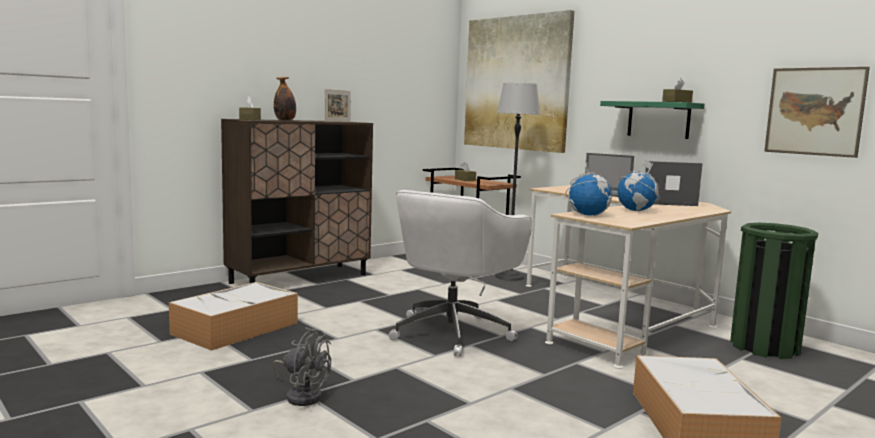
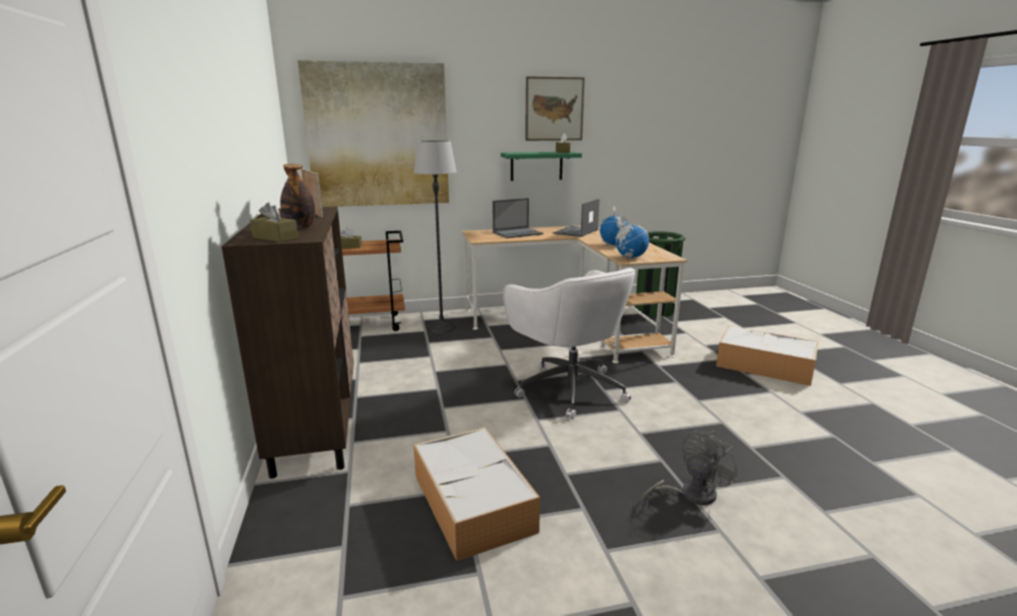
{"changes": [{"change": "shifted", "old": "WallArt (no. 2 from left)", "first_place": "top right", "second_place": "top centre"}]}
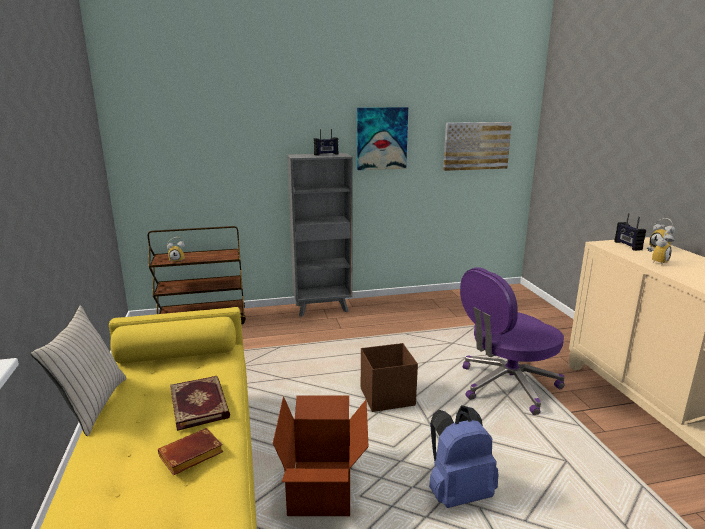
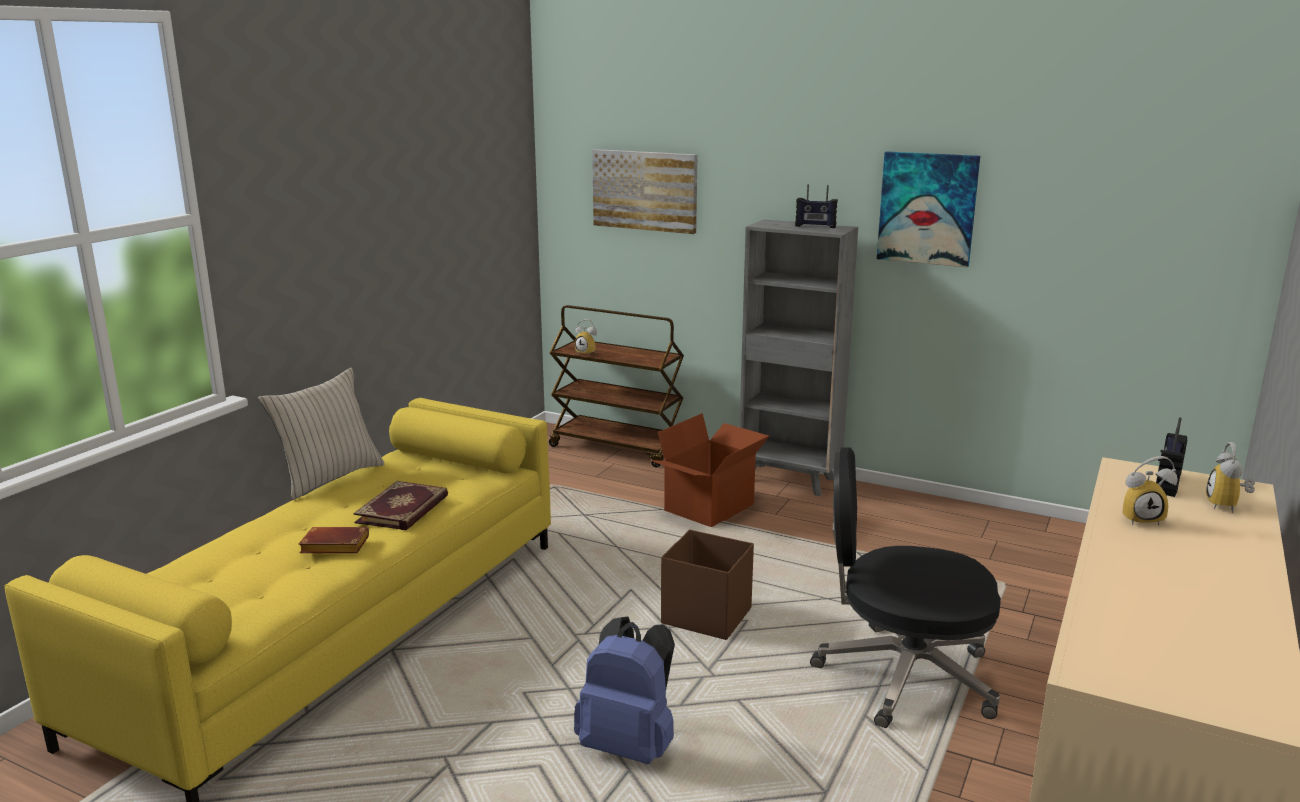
{"changes": [{"change": "shifted", "old": "WallArt (no. 2 from left in the first image)", "new": "WallArt (no. 1 from left)", "first_place": "top right", "second_place": "top centre"}, {"change": "shifted", "old": "CardboardBox", "first_place": "bottom centre", "second_place": "centre"}, {"change": "repainted", "old": "PurplishDeskChair", "new": "BlackColouredDeskChair", "first_place": "middle right", "second_place": "bottom right"}]}
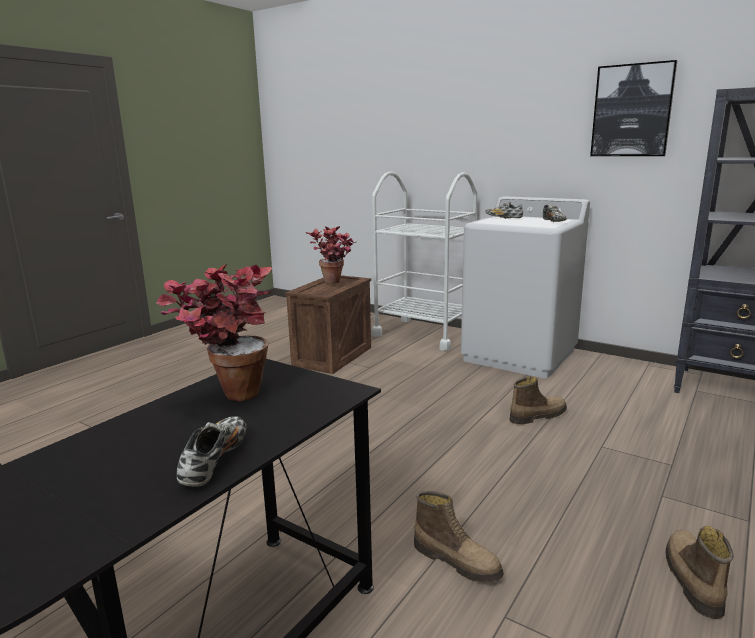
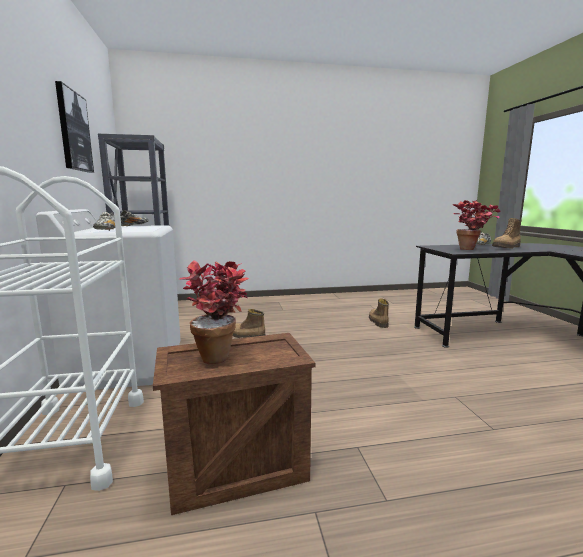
{"changes": [{"change": "shifted", "old": "Boot (no. 3 from left)", "first_place": "bottom right", "second_place": "middle right"}]}
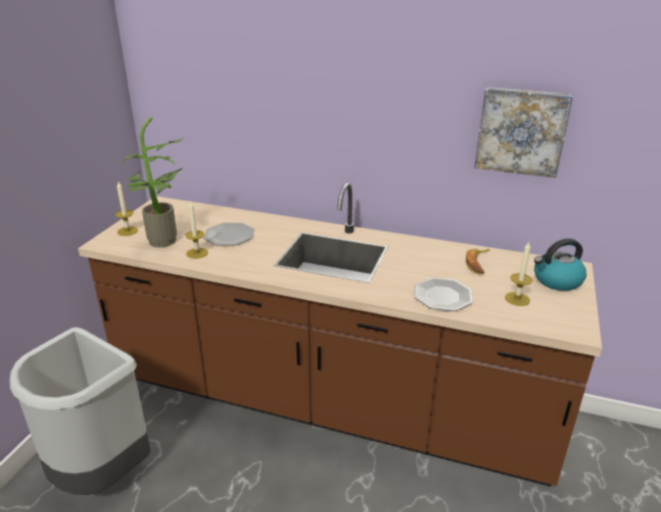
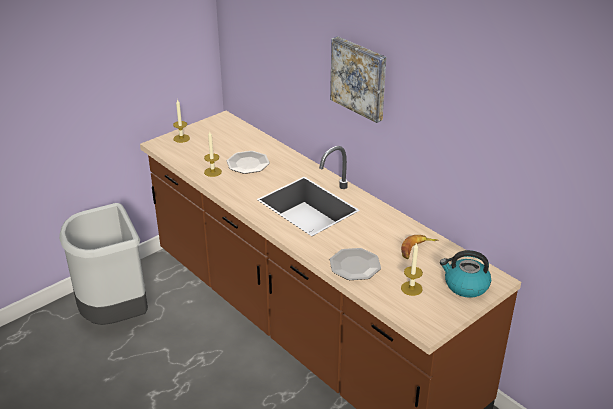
{"changes": [{"change": "shifted", "old": "WallArt", "first_place": "top right", "second_place": "top centre"}, {"change": "gone", "old": "PlantInAPot", "first_place": "middle left"}]}
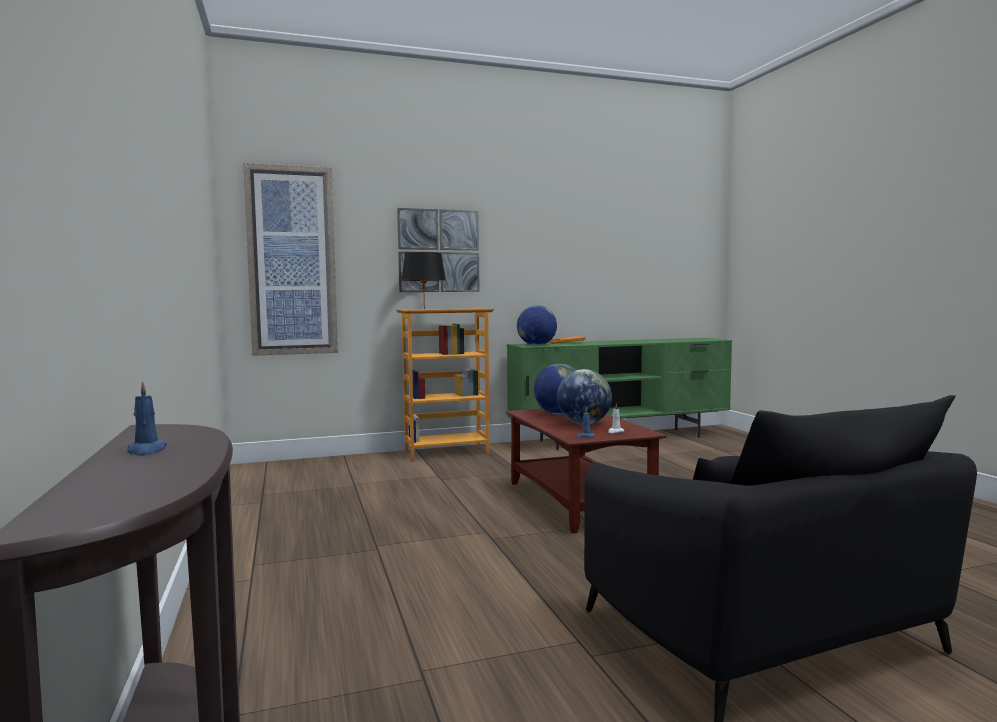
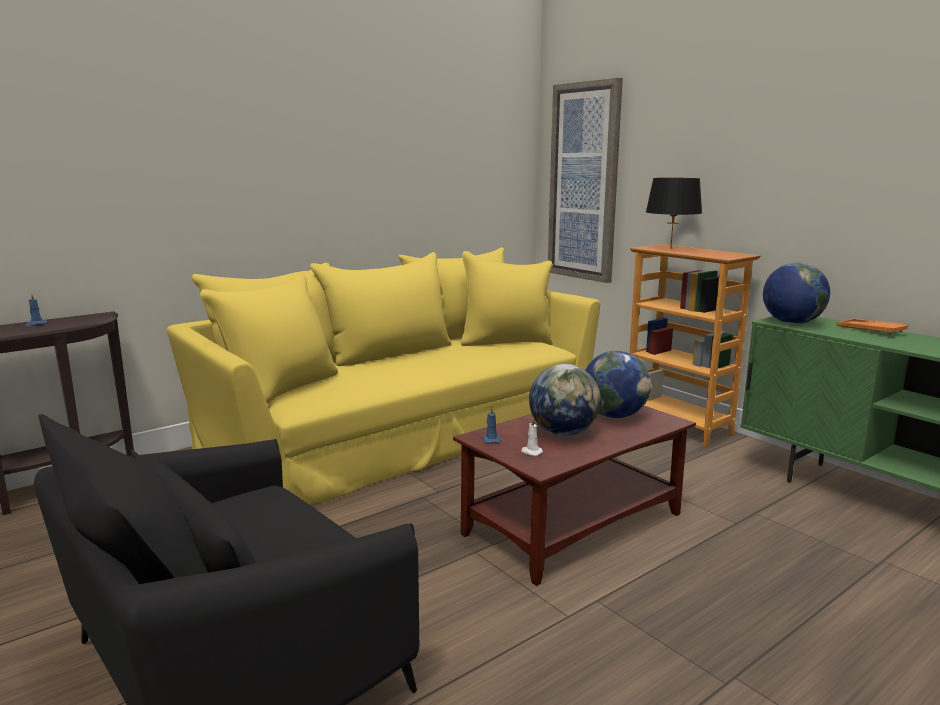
{"changes": [{"change": "new", "new": "YellowishSofa", "second_place": "centre"}, {"change": "gone", "old": "WallArt (no. 2 from left)", "first_place": "centre"}]}
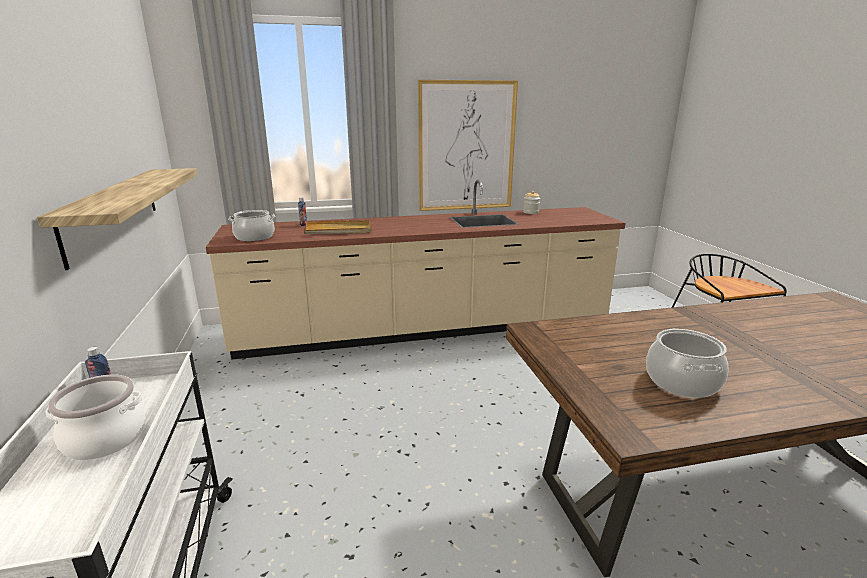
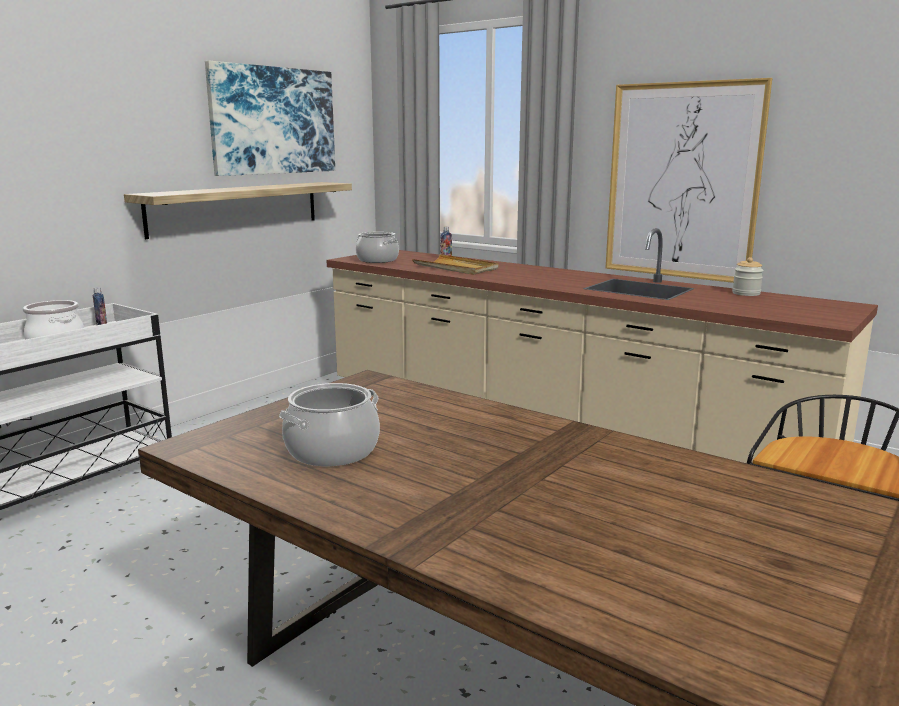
{"changes": [{"change": "new", "new": "WallArt (no. 1 from left)", "second_place": "top left"}]}
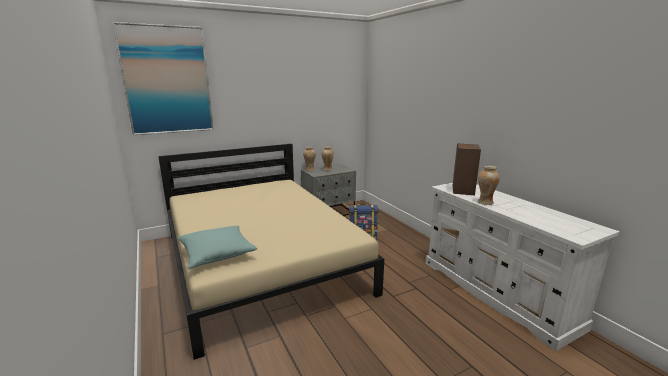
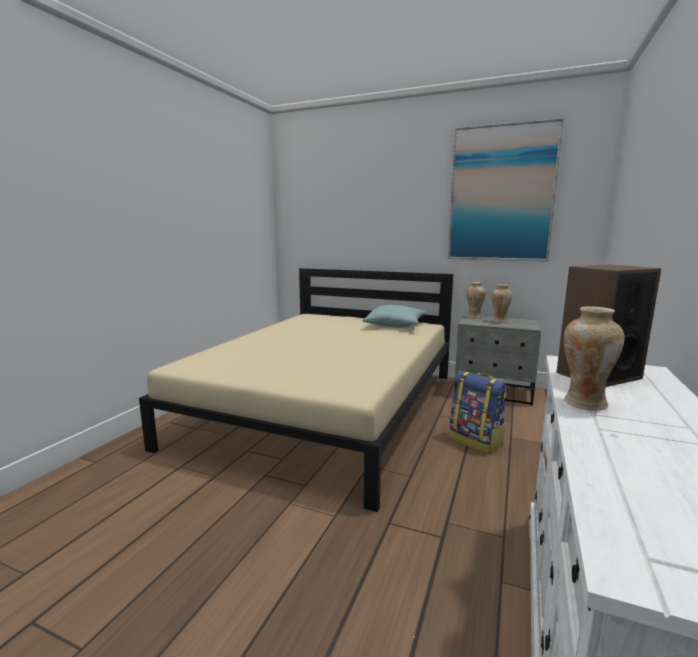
{"changes": [{"change": "shifted", "old": "TurquoiseThrowPillow", "first_place": "middle left", "second_place": "centre"}, {"change": "shifted", "old": "WallArt", "first_place": "top left", "second_place": "top right"}]}
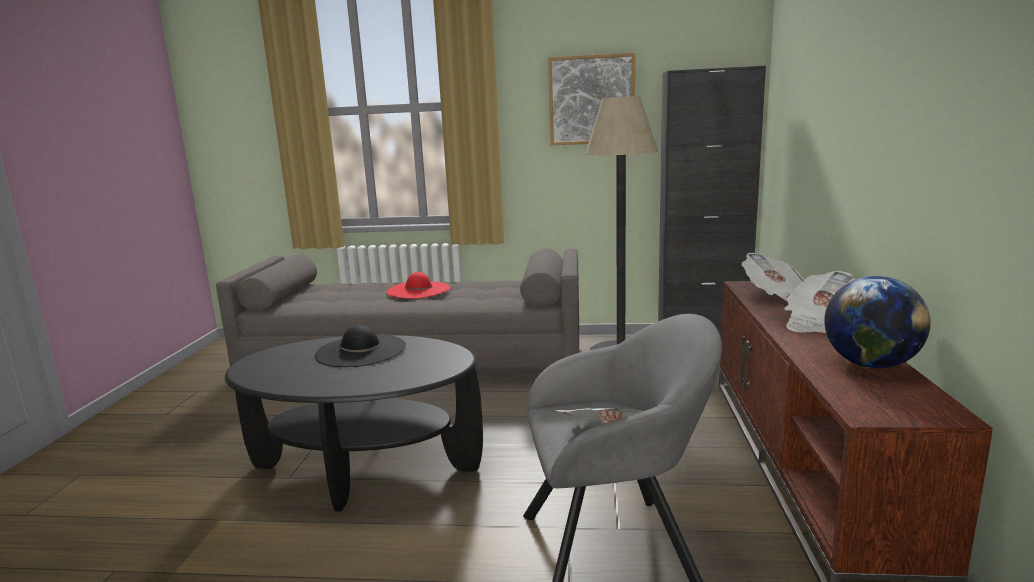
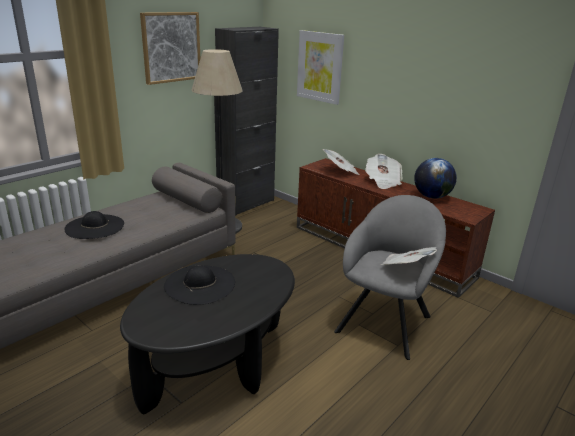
{"changes": [{"change": "repainted", "old": "RedWearableHat", "new": "BlackColouredWearableHat (no. 1 from left)", "first_place": "centre", "second_place": "middle left"}, {"change": "new", "new": "WallArt (no. 2 from left)", "second_place": "top centre"}]}
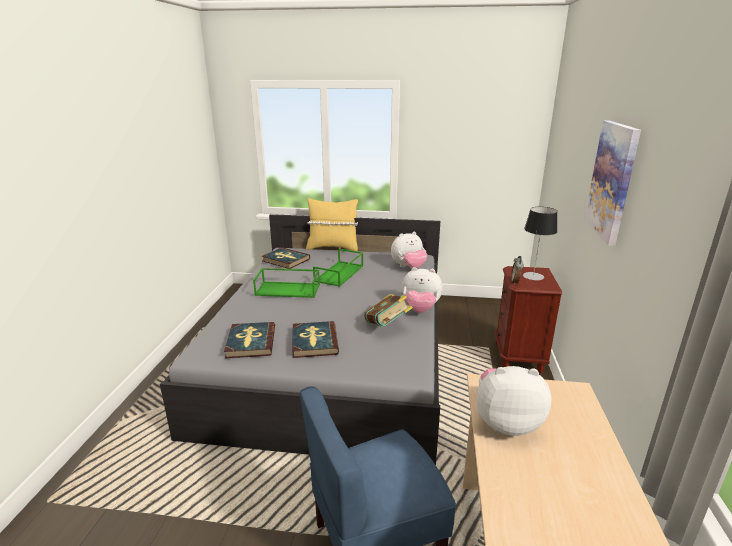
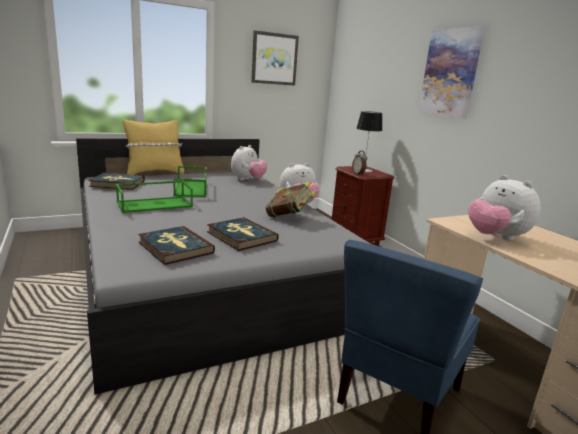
{"changes": [{"change": "new", "new": "WallArt (no. 1 from left)", "second_place": "top centre"}, {"change": "rotated", "old": "CuddlyToy (no. 3 from left)", "first_place": "bottom right", "second_place": "middle right", "degrees": -90}]}
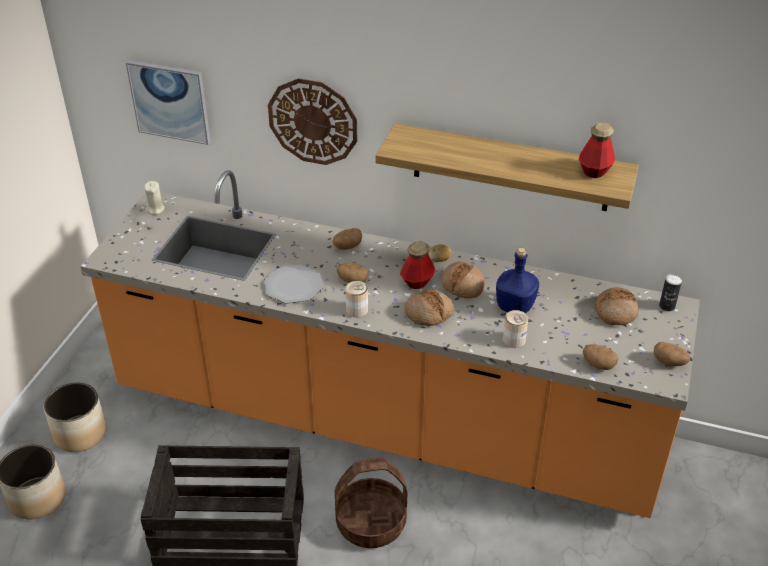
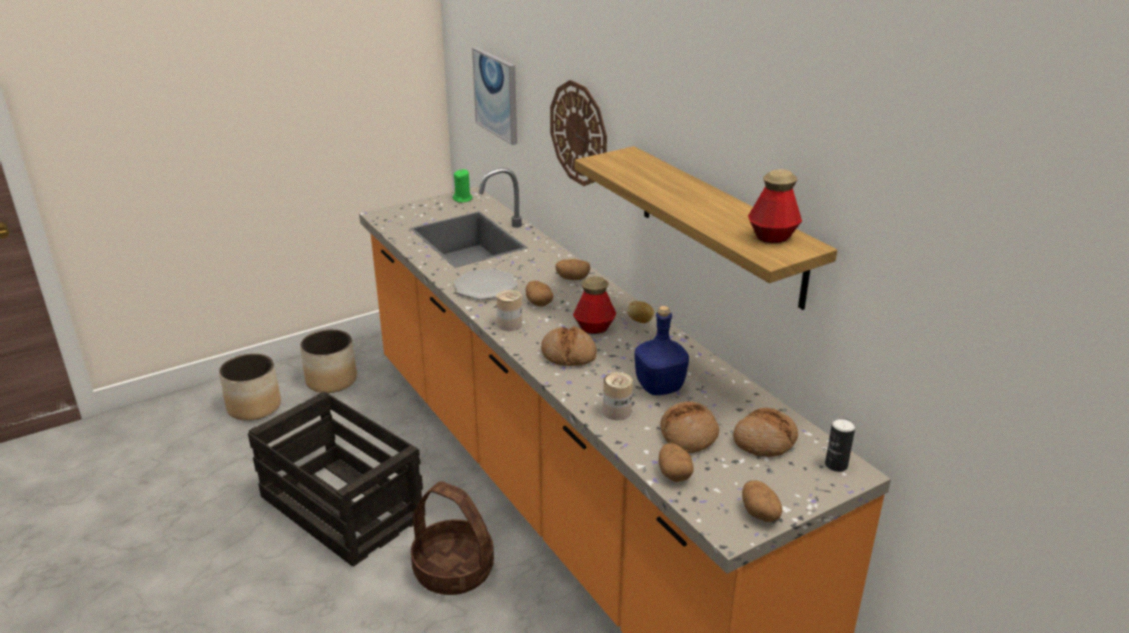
{"changes": [{"change": "repainted", "old": "BeigeWaxLight", "new": "GreenWaxLight", "first_place": "middle left", "second_place": "top centre"}, {"change": "shifted", "old": "BakeryBread (no. 2 from left)", "first_place": "centre", "second_place": "bottom centre"}]}
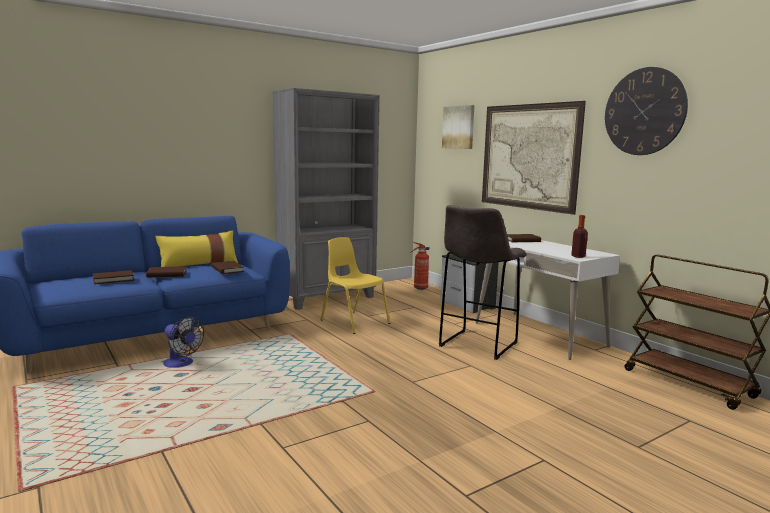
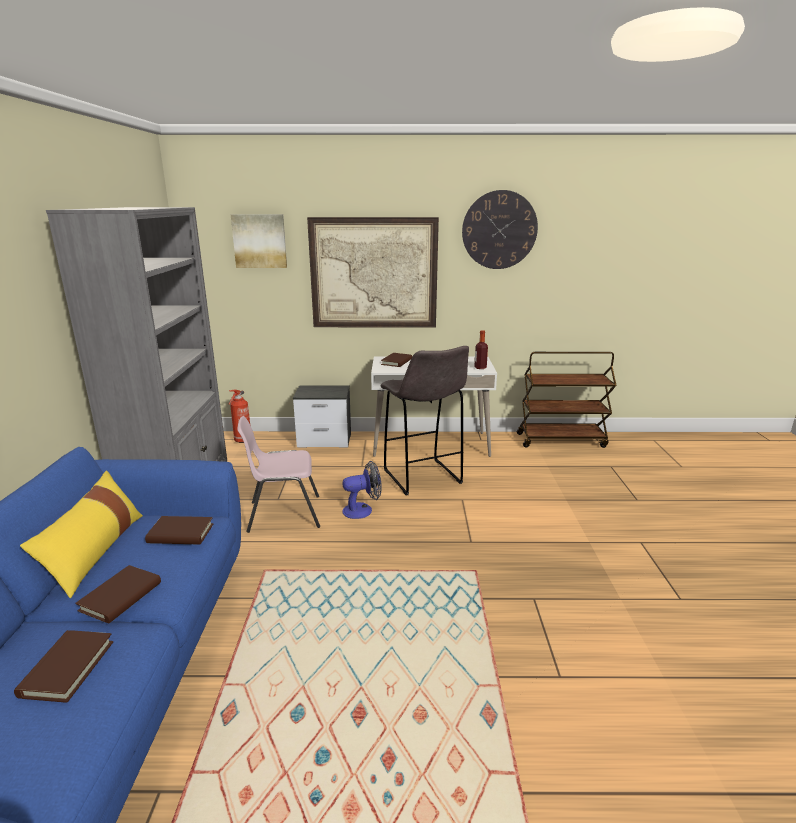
{"changes": [{"change": "repainted", "old": "YellowishUprightChair", "new": "PinkColouredUprightChair", "first_place": "centre", "second_place": "centre"}, {"change": "shifted", "old": "ElectricFan", "first_place": "bottom left", "second_place": "centre"}]}
